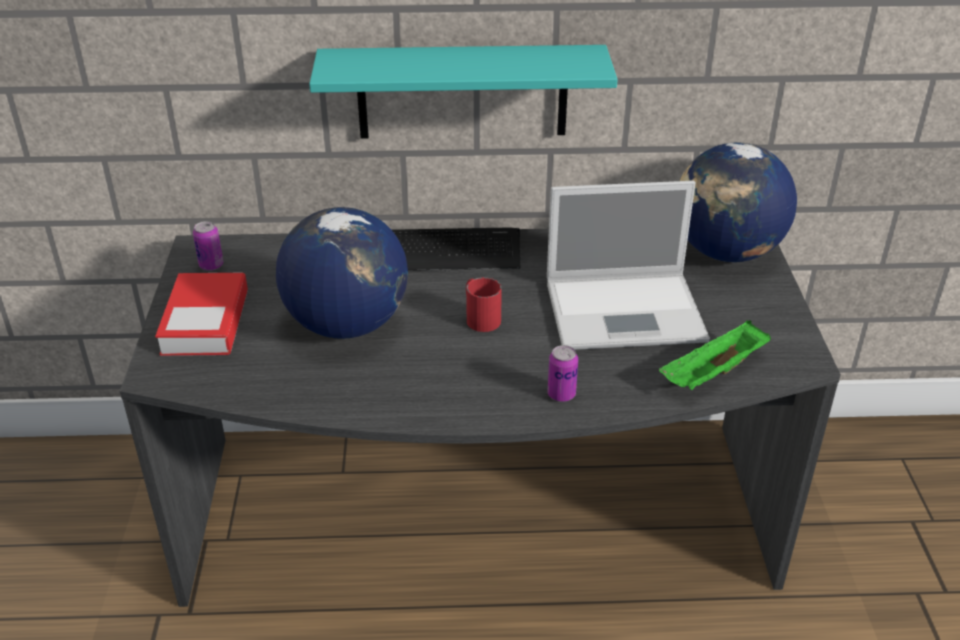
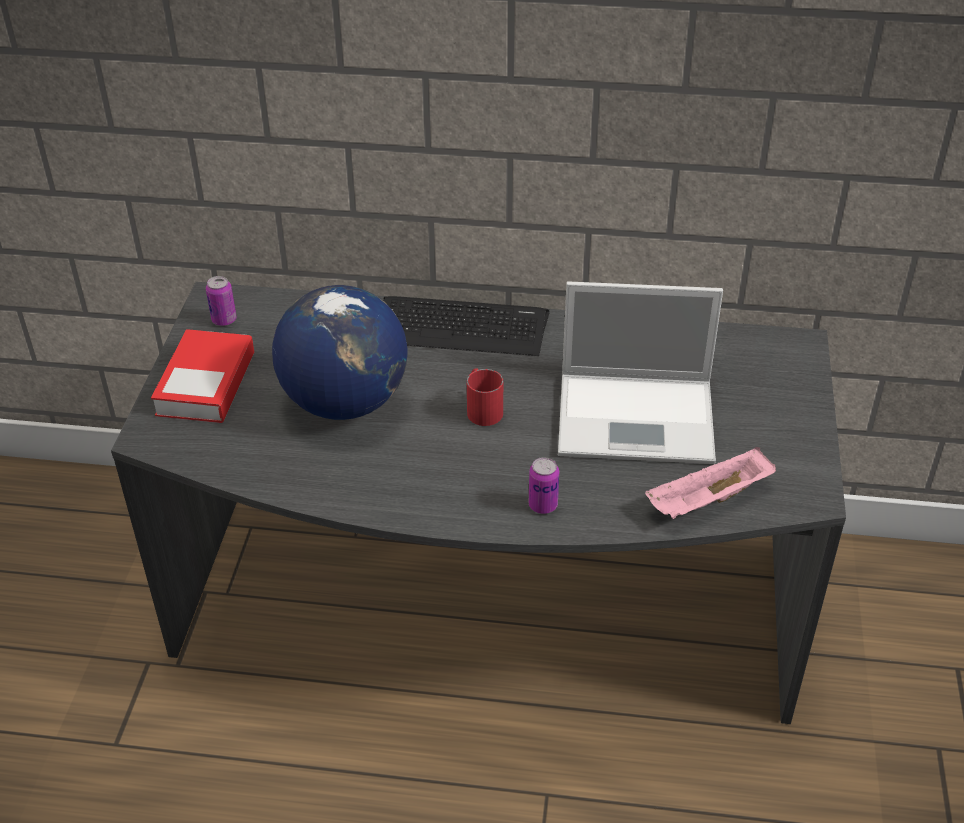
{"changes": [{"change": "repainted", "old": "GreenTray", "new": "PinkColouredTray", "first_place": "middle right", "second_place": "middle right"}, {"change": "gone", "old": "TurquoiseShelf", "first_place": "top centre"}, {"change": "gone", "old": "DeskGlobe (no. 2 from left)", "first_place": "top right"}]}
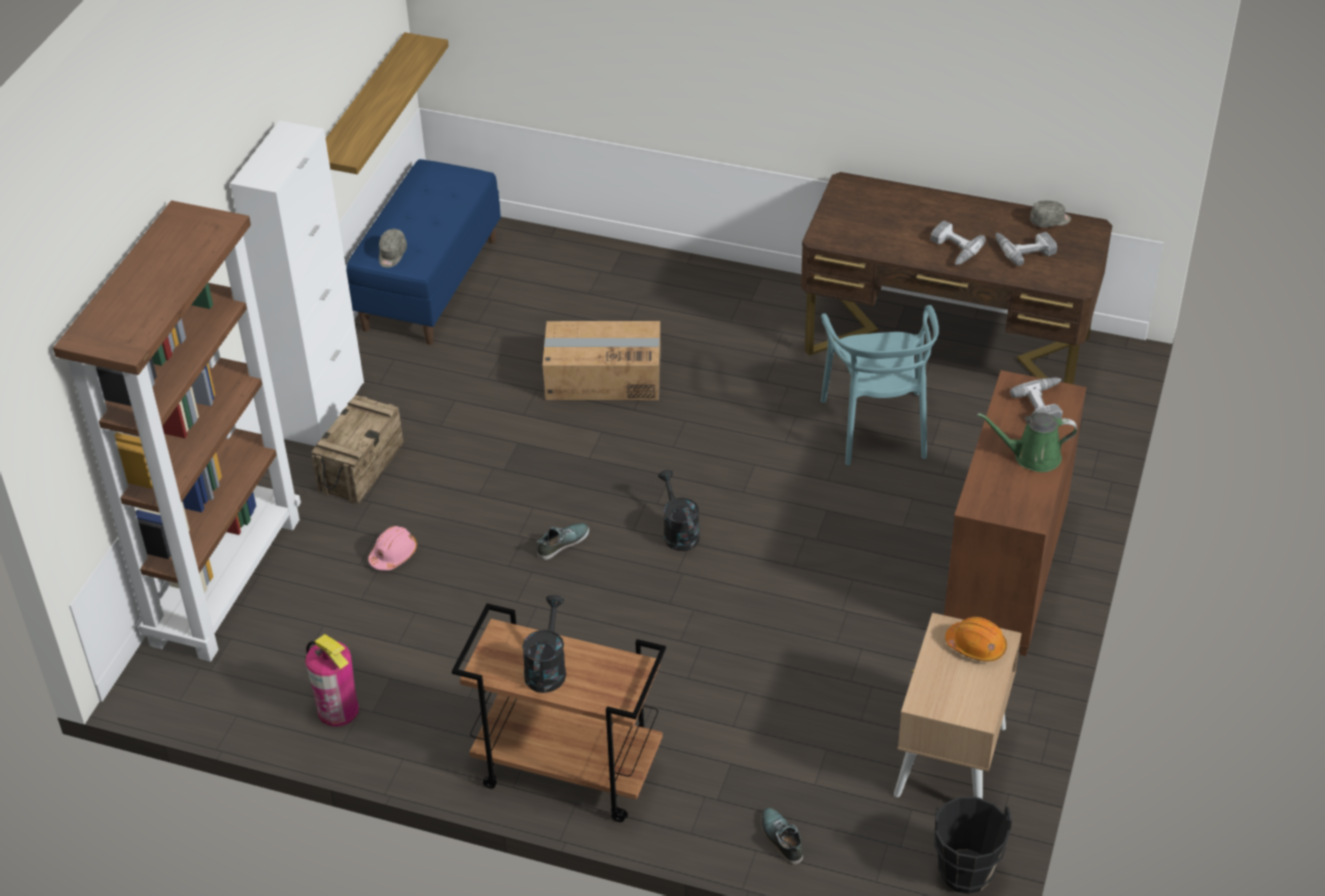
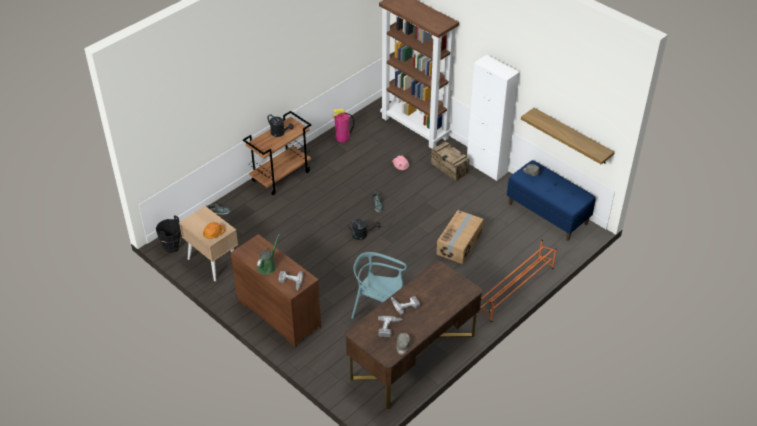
{"changes": [{"change": "new", "new": "OrangeShoeRack", "second_place": "middle right"}]}
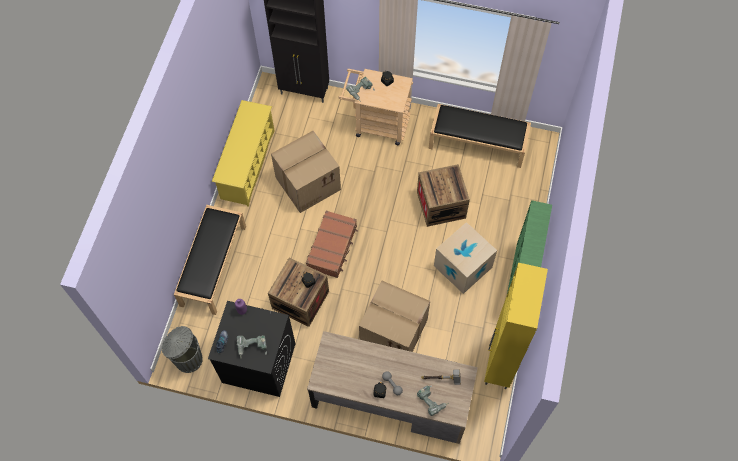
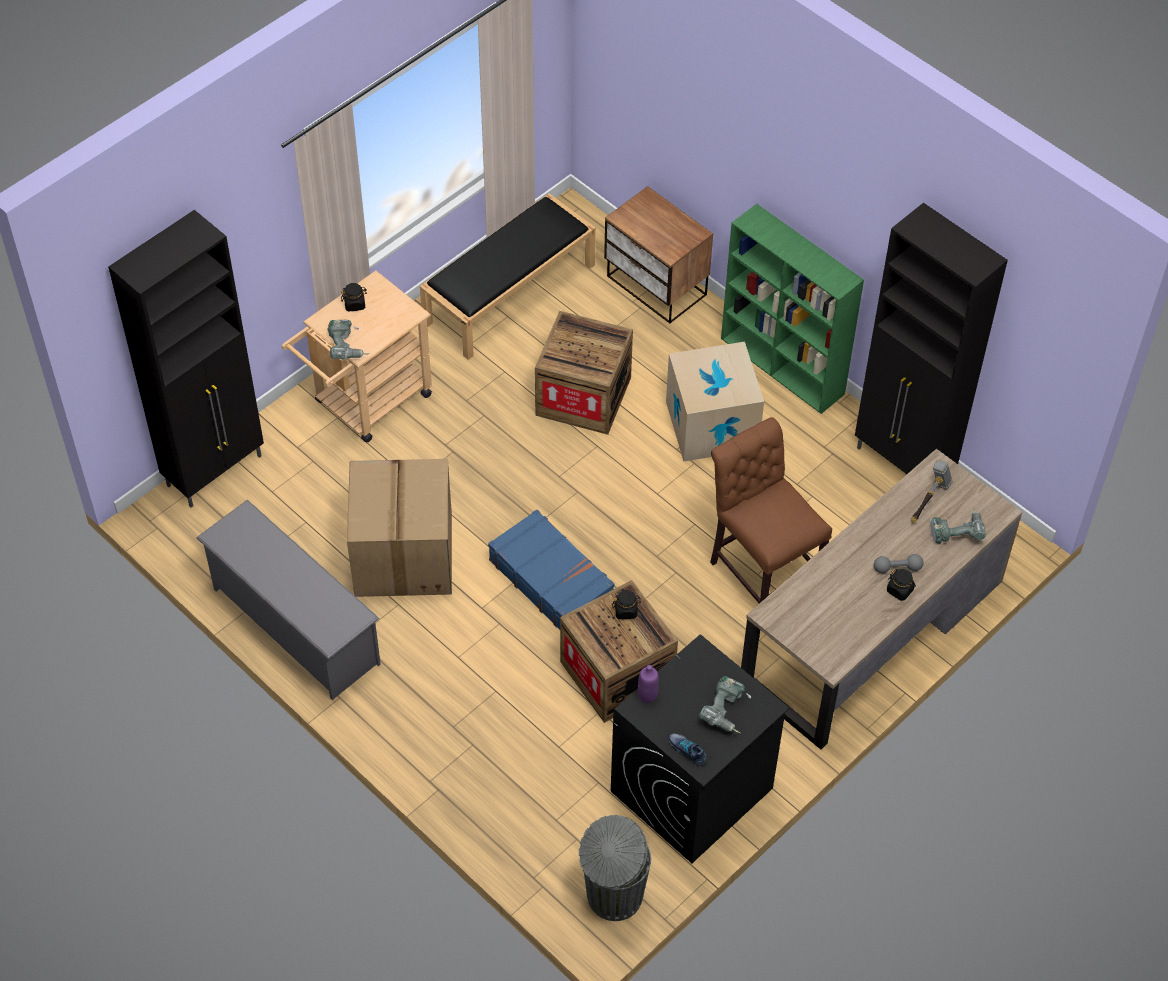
{"changes": [{"change": "repainted", "old": "YellowishShoeRack", "new": "GreyishShoeRack", "first_place": "top left", "second_place": "middle left"}, {"change": "repainted", "old": "BrownishSuitcase", "new": "BluishSuitcase", "first_place": "centre", "second_place": "centre"}, {"change": "new", "new": "NightTable", "second_place": "top centre"}, {"change": "swapped", "old": "CardboardBox (no. 2 from left)", "new": "BrownishUprightChair", "first_place": "bottom centre", "second_place": "centre"}, {"change": "repainted", "old": "YellowishCupboard", "new": "BlackColouredCupboard (no. 2 from left)", "first_place": "bottom right", "second_place": "middle right"}, {"change": "gone", "old": "BlackColouredIndoorBench (no. 1 from left)", "first_place": "middle left"}]}
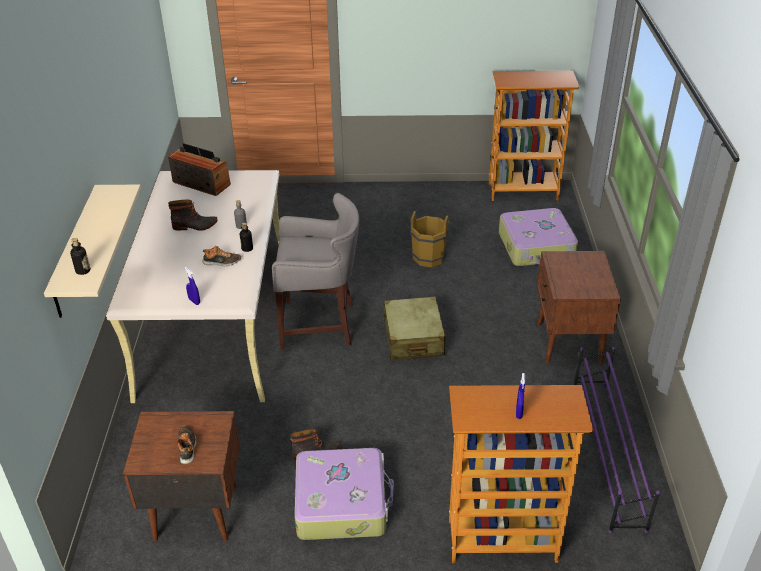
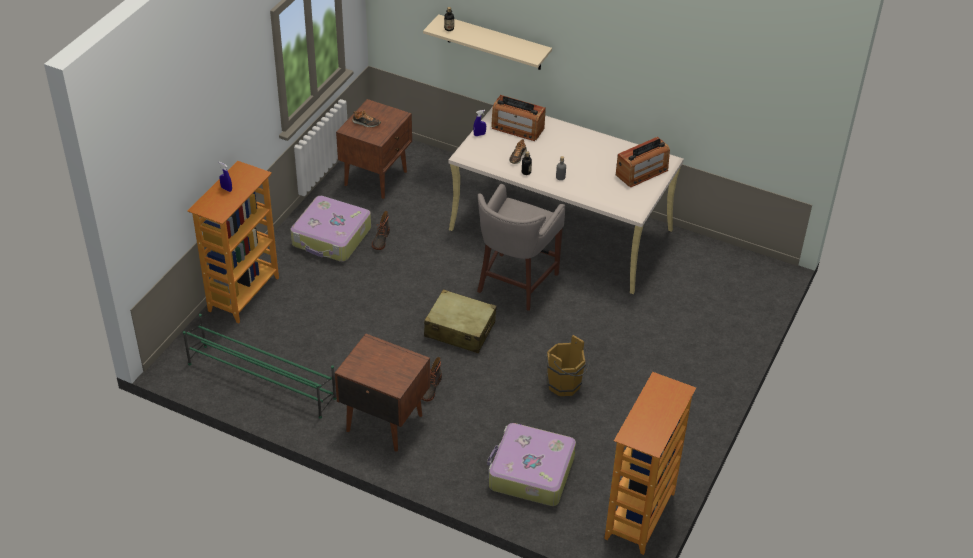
{"changes": [{"change": "repainted", "old": "PurplishShoeRack", "new": "GreenShoeRack", "first_place": "bottom right", "second_place": "middle left"}, {"change": "shifted", "old": "Boot (no. 1 from left in the first image)", "new": "Boot (no. 2 from left)", "first_place": "middle left", "second_place": "bottom centre"}, {"change": "new", "new": "RadioSet (no. 1 from left)", "second_place": "top centre"}]}
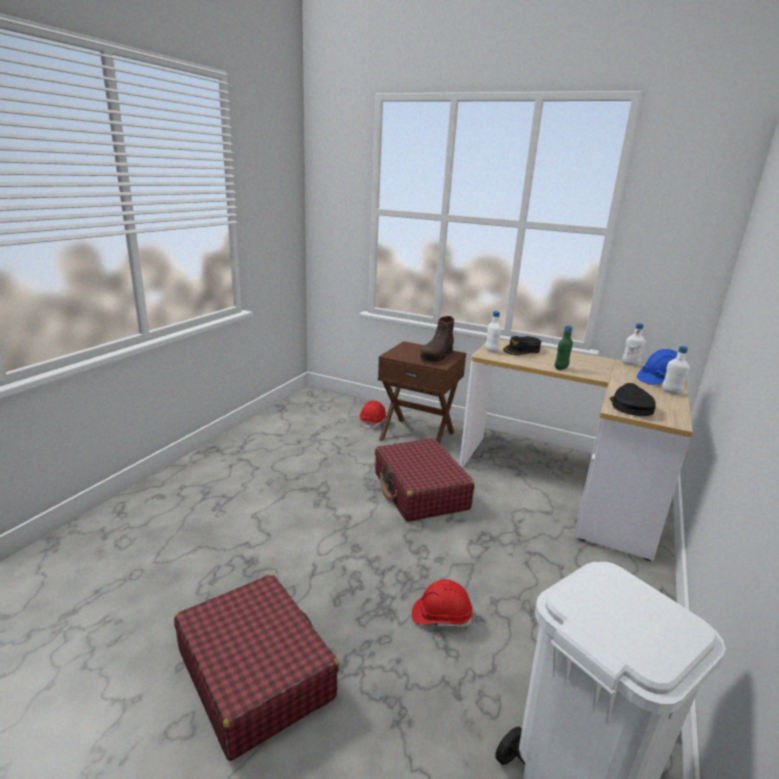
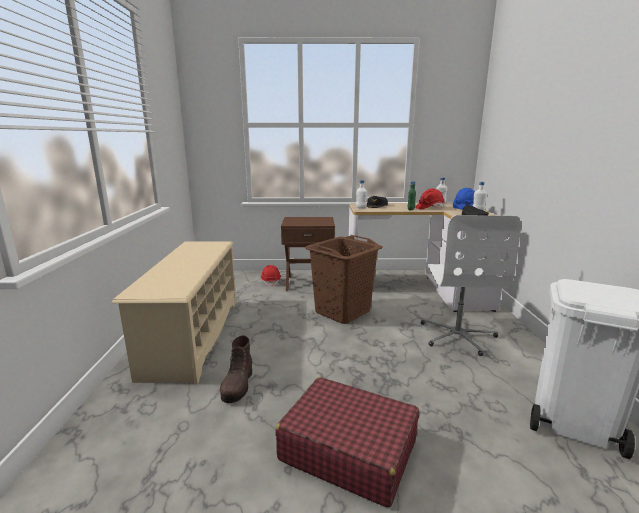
{"changes": [{"change": "new", "new": "BeigeShoeRack", "second_place": "middle left"}, {"change": "shifted", "old": "BrownishBoot", "first_place": "centre", "second_place": "bottom centre"}, {"change": "swapped", "old": "RedSuitcase (no. 2 from left)", "new": "BrownishWashingBasket", "first_place": "centre", "second_place": "centre"}, {"change": "shifted", "old": "RedWorkHelmet (no. 2 from left)", "first_place": "bottom centre", "second_place": "middle right"}, {"change": "new", "new": "WhiteColouredDeskChair", "second_place": "middle right"}]}
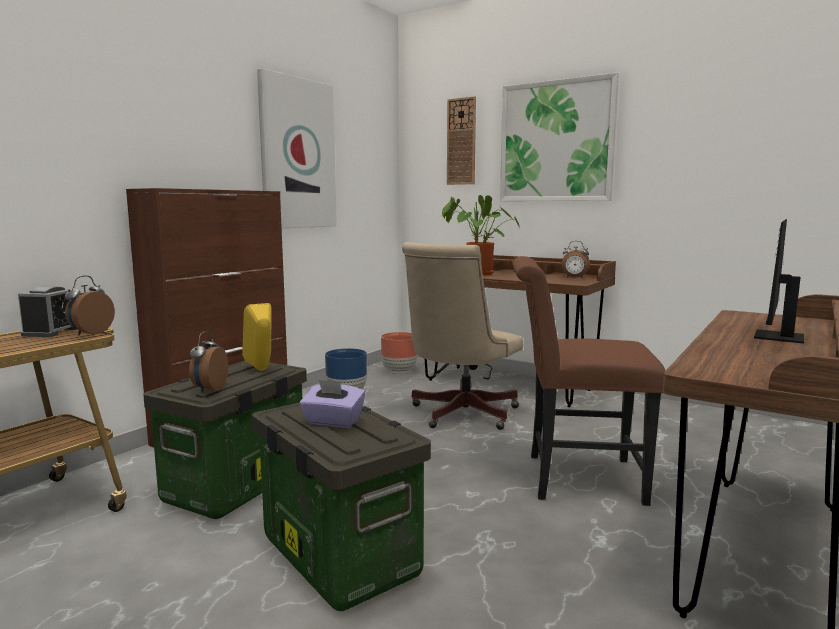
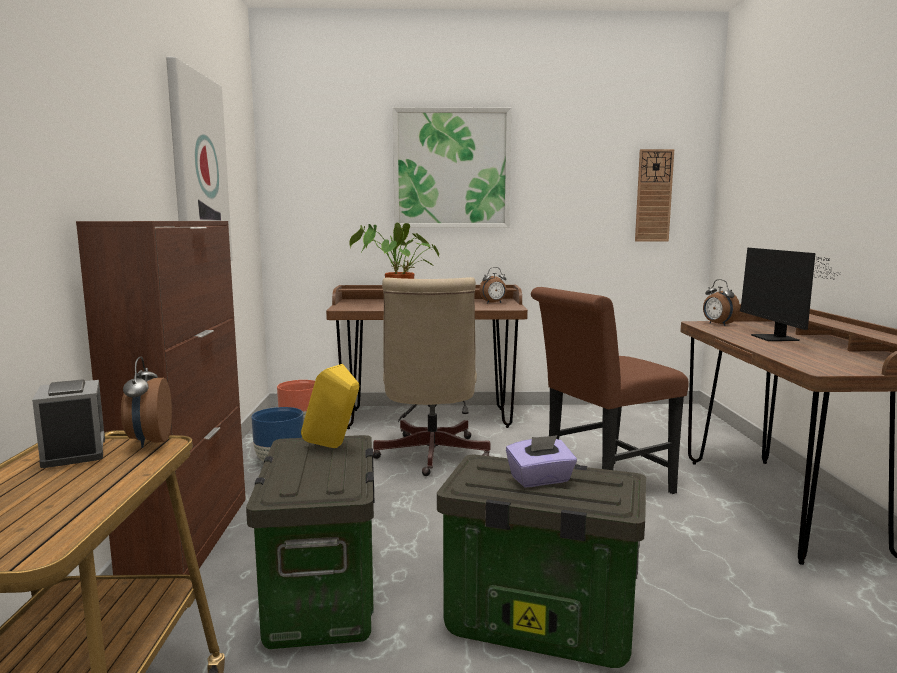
{"changes": [{"change": "shifted", "old": "HangingClock", "first_place": "top centre", "second_place": "top right"}, {"change": "shifted", "old": "AlarmClock (no. 3 from left in the first image)", "new": "AlarmClock (no. 4 from left)", "first_place": "middle left", "second_place": "middle right"}]}
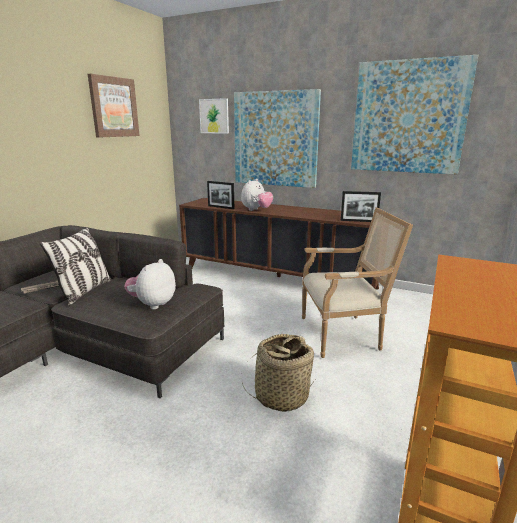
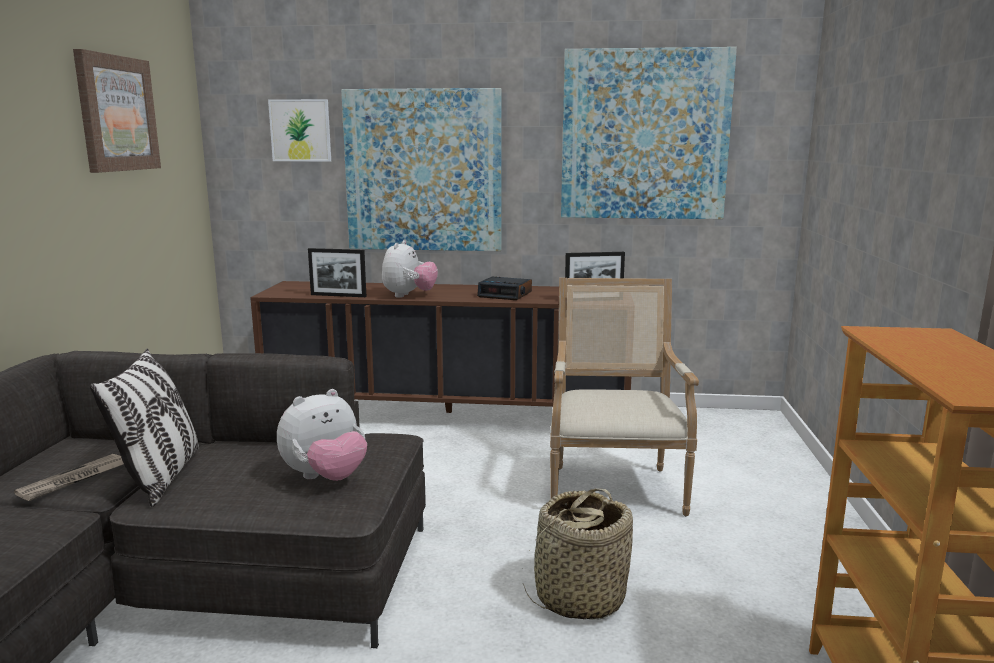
{"changes": [{"change": "rotated", "old": "CuddlyToy (no. 1 from left)", "first_place": "middle left", "second_place": "middle left", "degrees": -135}, {"change": "new", "new": "AlarmClock", "second_place": "centre"}, {"change": "rotated", "old": "EasyChair", "first_place": "middle right", "second_place": "centre", "degrees": -60}]}
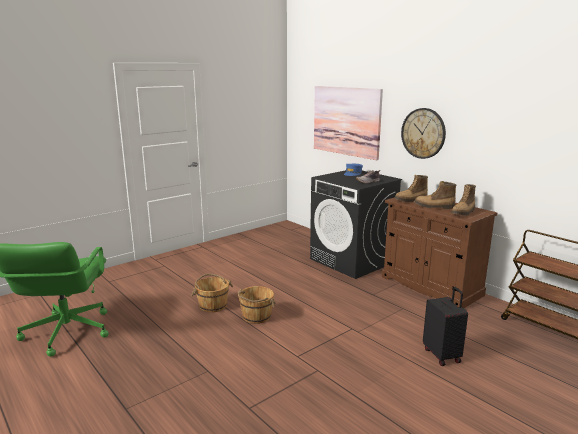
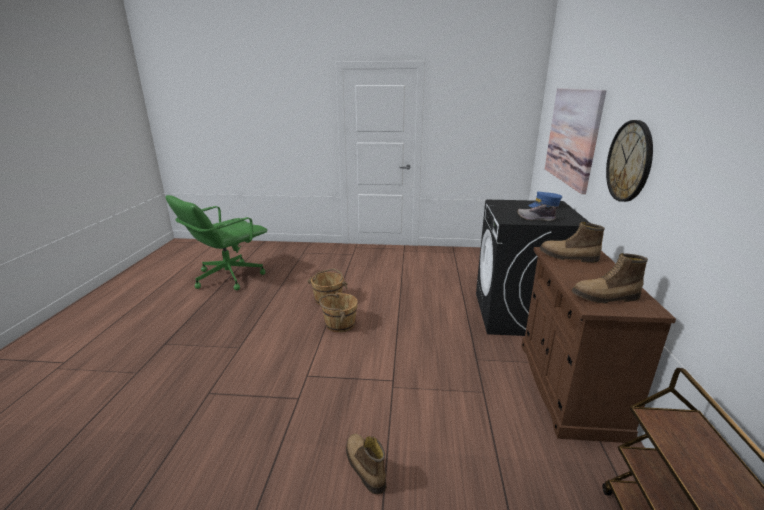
{"changes": [{"change": "shifted", "old": "Boot (no. 2 from left in the first image)", "new": "Boot (no. 1 from left)", "first_place": "middle right", "second_place": "bottom centre"}, {"change": "gone", "old": "BlackColouredSuitcase", "first_place": "bottom right"}]}
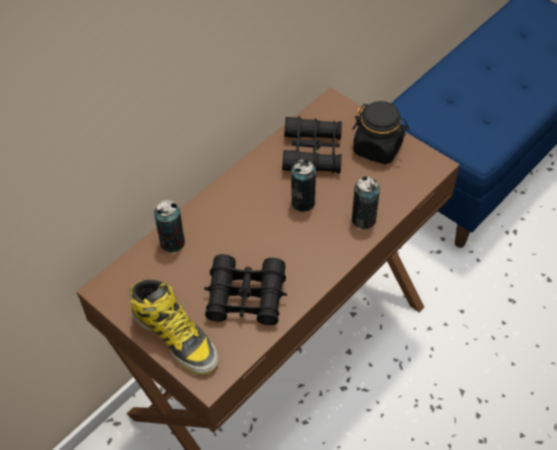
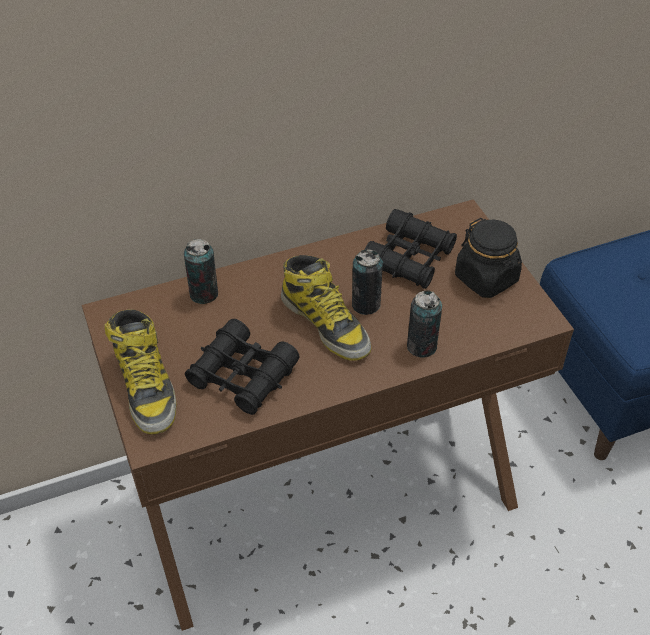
{"changes": [{"change": "new", "new": "Boot (no. 2 from left)", "second_place": "centre"}]}
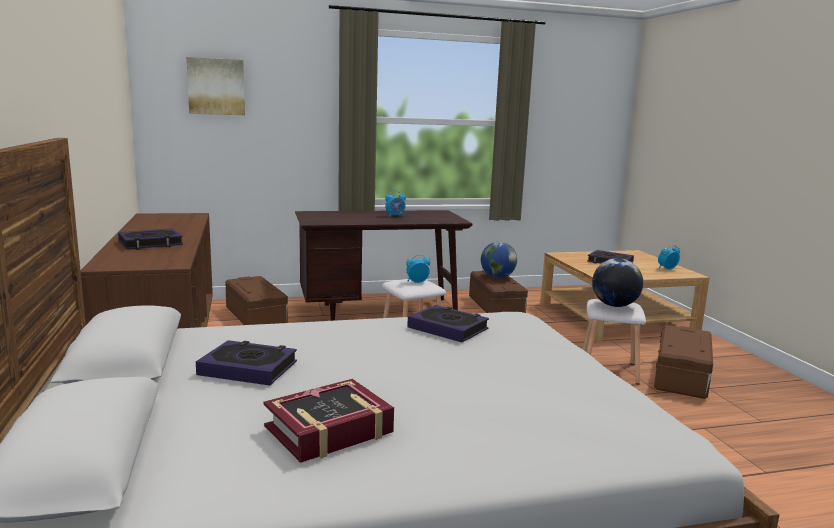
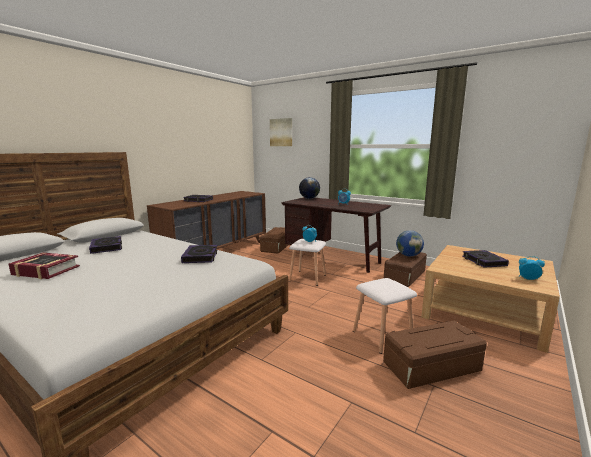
{"changes": [{"change": "shifted", "old": "DeskGlobe (no. 2 from left in the first image)", "new": "DeskGlobe (no. 1 from left)", "first_place": "middle right", "second_place": "centre"}]}
